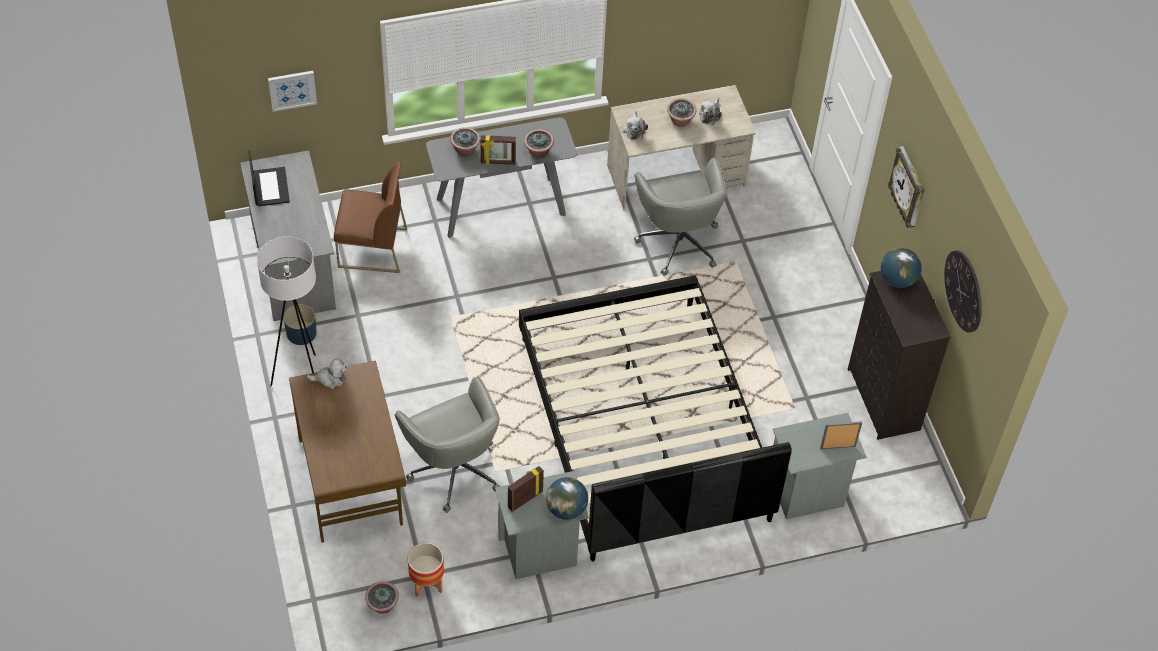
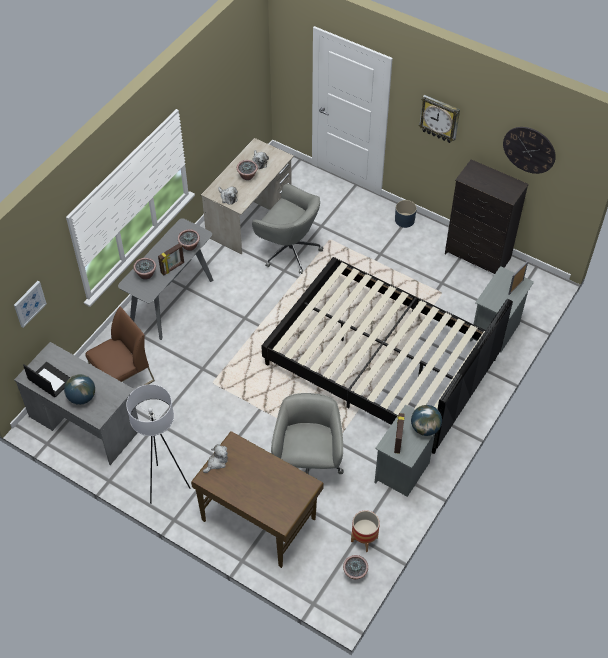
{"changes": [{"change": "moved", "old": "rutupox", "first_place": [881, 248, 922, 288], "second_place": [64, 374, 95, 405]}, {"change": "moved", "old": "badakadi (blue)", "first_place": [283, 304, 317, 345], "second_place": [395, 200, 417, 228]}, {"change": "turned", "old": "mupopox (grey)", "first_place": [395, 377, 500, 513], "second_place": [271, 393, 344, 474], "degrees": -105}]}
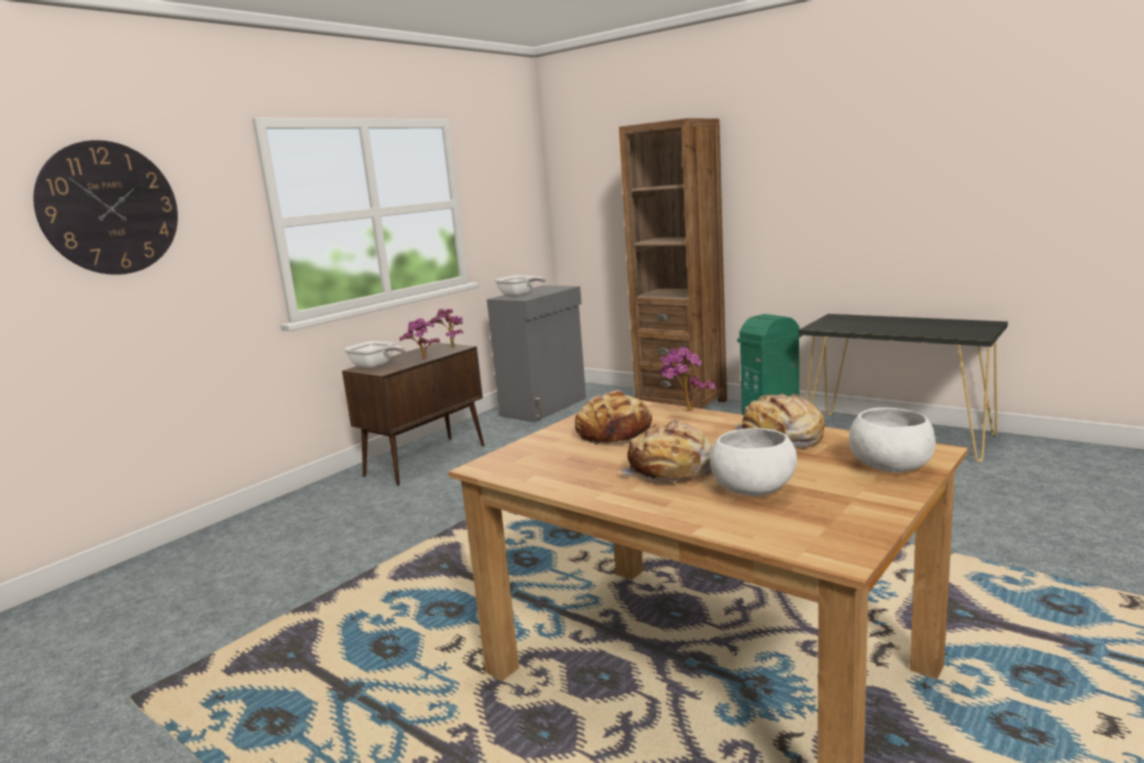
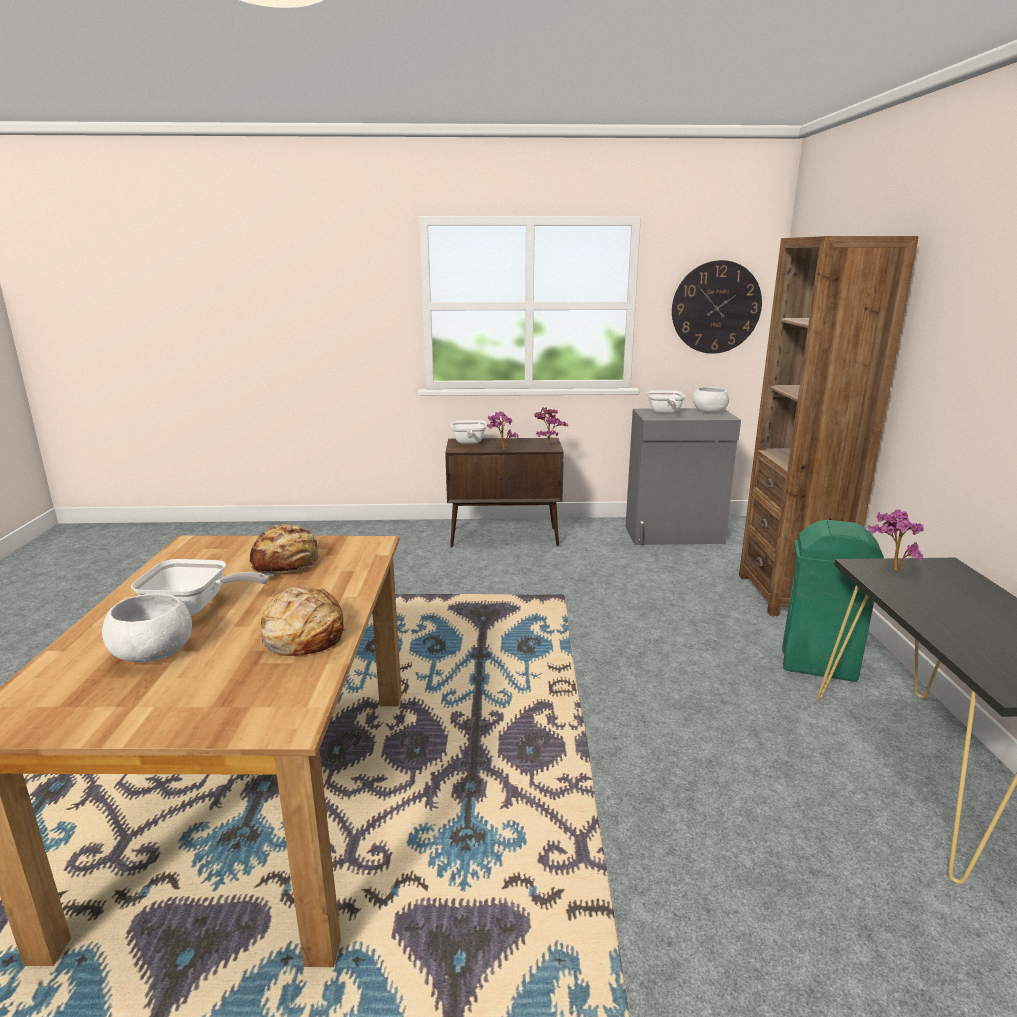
{"changes": [{"change": "moved", "old": "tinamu", "first_place": [33, 140, 178, 275], "second_place": [672, 260, 762, 354]}, {"change": "moved", "old": "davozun", "first_place": [659, 347, 716, 411], "second_place": [868, 509, 924, 571]}, {"change": "moved", "old": "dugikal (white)", "first_place": [849, 407, 936, 473], "second_place": [693, 387, 729, 413]}, {"change": "replaced", "old": "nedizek", "new": "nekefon", "first_place": [618, 420, 714, 483], "second_place": [131, 559, 269, 615]}]}
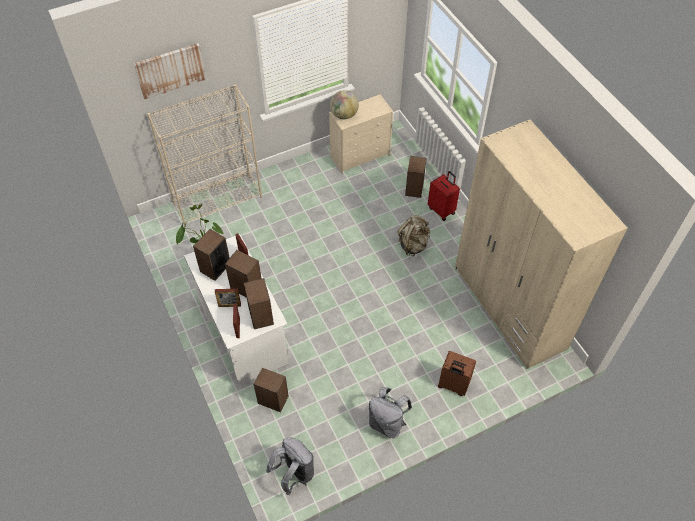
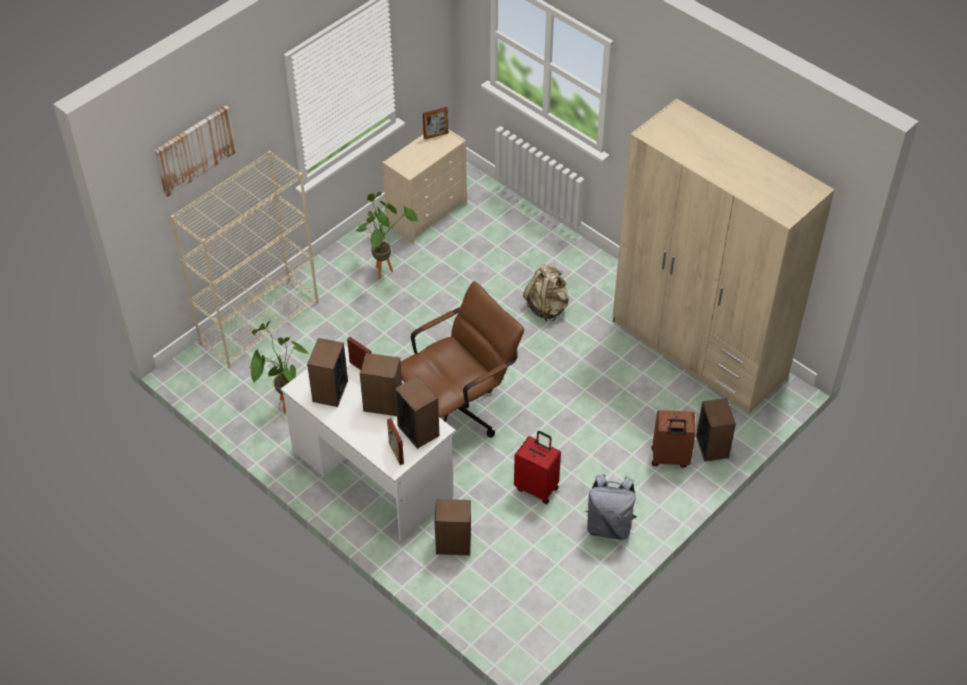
{"changes": [{"change": "removed", "old": "rutupox", "first_place": [330, 90, 359, 119]}, {"change": "moved", "old": "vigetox", "first_place": [405, 156, 427, 198], "second_place": [696, 398, 736, 462]}, {"change": "moved", "old": "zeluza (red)", "first_place": [428, 171, 460, 221], "second_place": [514, 431, 561, 504]}, {"change": "moved", "old": "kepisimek", "first_place": [215, 289, 241, 307], "second_place": [423, 107, 448, 139]}, {"change": "removed", "old": "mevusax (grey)", "first_place": [266, 437, 314, 495]}, {"change": "added", "new": "davozun", "second_place": [355, 192, 418, 280]}, {"change": "added", "new": "mupopox (brown)", "second_place": [400, 281, 524, 438]}]}
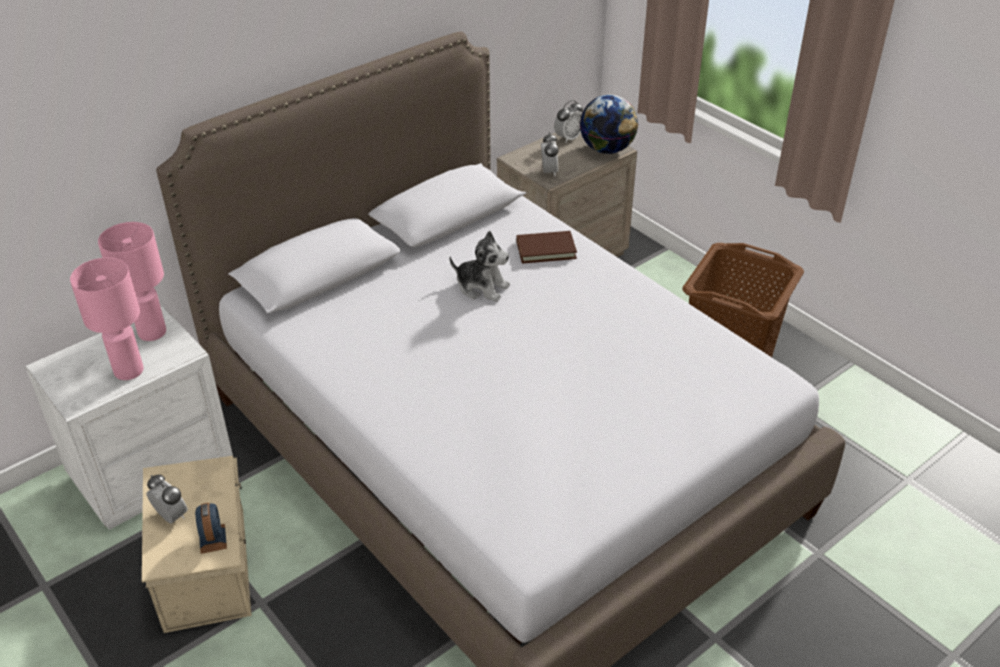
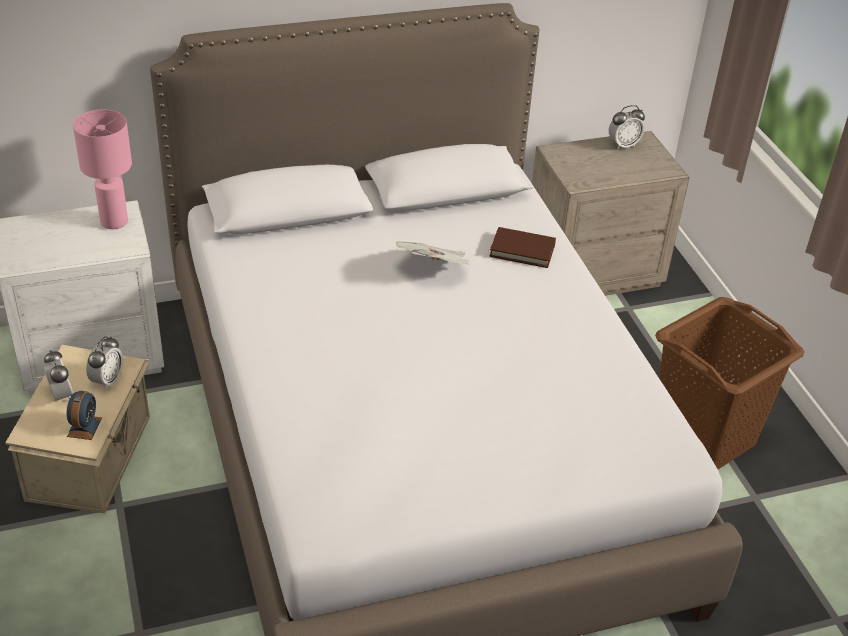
{"changes": [{"change": "removed", "old": "rutupox", "first_place": [580, 95, 638, 154]}, {"change": "moved", "old": "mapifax", "first_place": [541, 132, 559, 177], "second_place": [86, 336, 123, 390]}, {"change": "replaced", "old": "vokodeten", "new": "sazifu", "first_place": [449, 231, 510, 302], "second_place": [396, 241, 469, 265]}, {"change": "removed", "old": "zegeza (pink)", "first_place": [70, 258, 144, 380]}]}
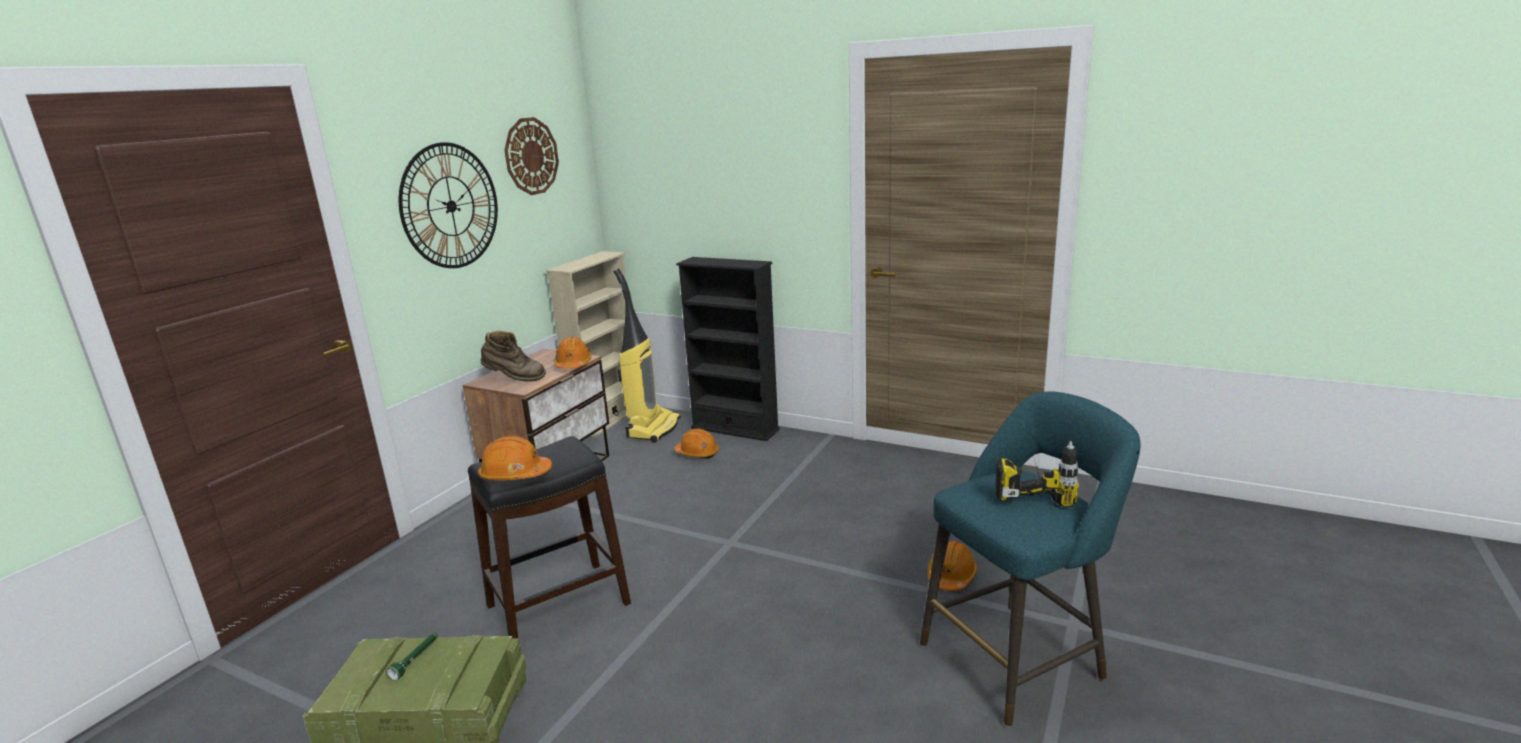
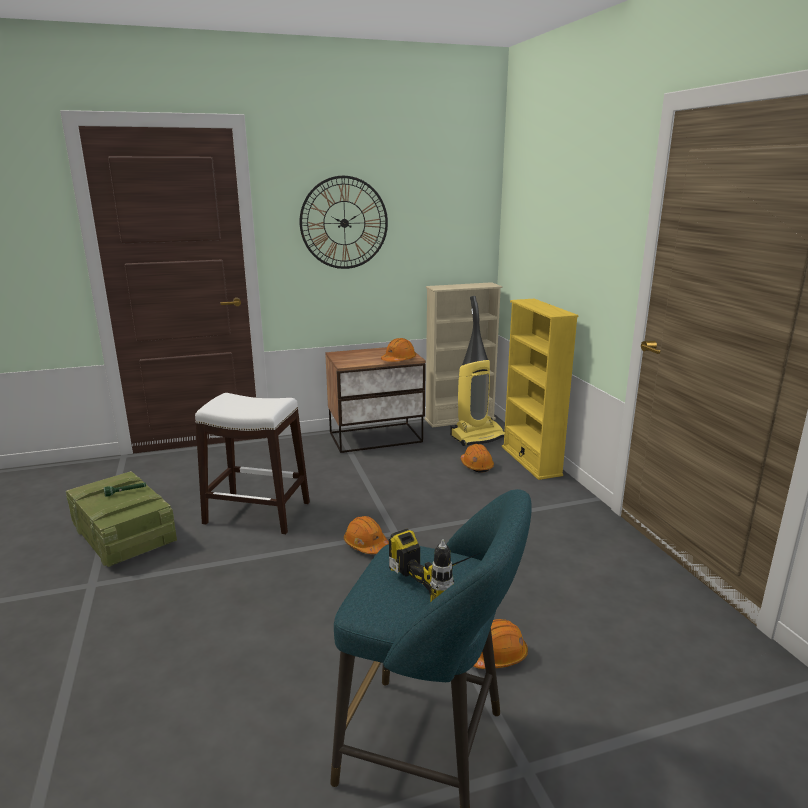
{"changes": [{"change": "removed", "old": "tinamu", "first_place": [504, 117, 559, 195]}, {"change": "recoloured", "old": "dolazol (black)", "new": "dolazol (yellow)", "first_place": [676, 257, 780, 441], "second_place": [502, 299, 578, 480]}, {"change": "removed", "old": "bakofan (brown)", "first_place": [480, 331, 546, 382]}, {"change": "recoloured", "old": "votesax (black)", "new": "votesax (white)", "first_place": [468, 436, 631, 639], "second_place": [195, 393, 310, 534]}, {"change": "moved", "old": "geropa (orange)", "first_place": [478, 436, 552, 480], "second_place": [344, 516, 389, 554]}]}
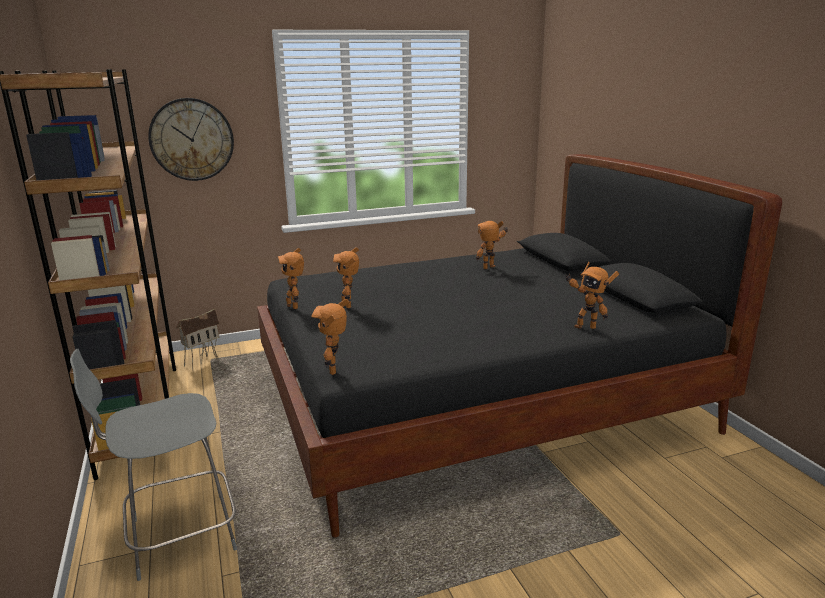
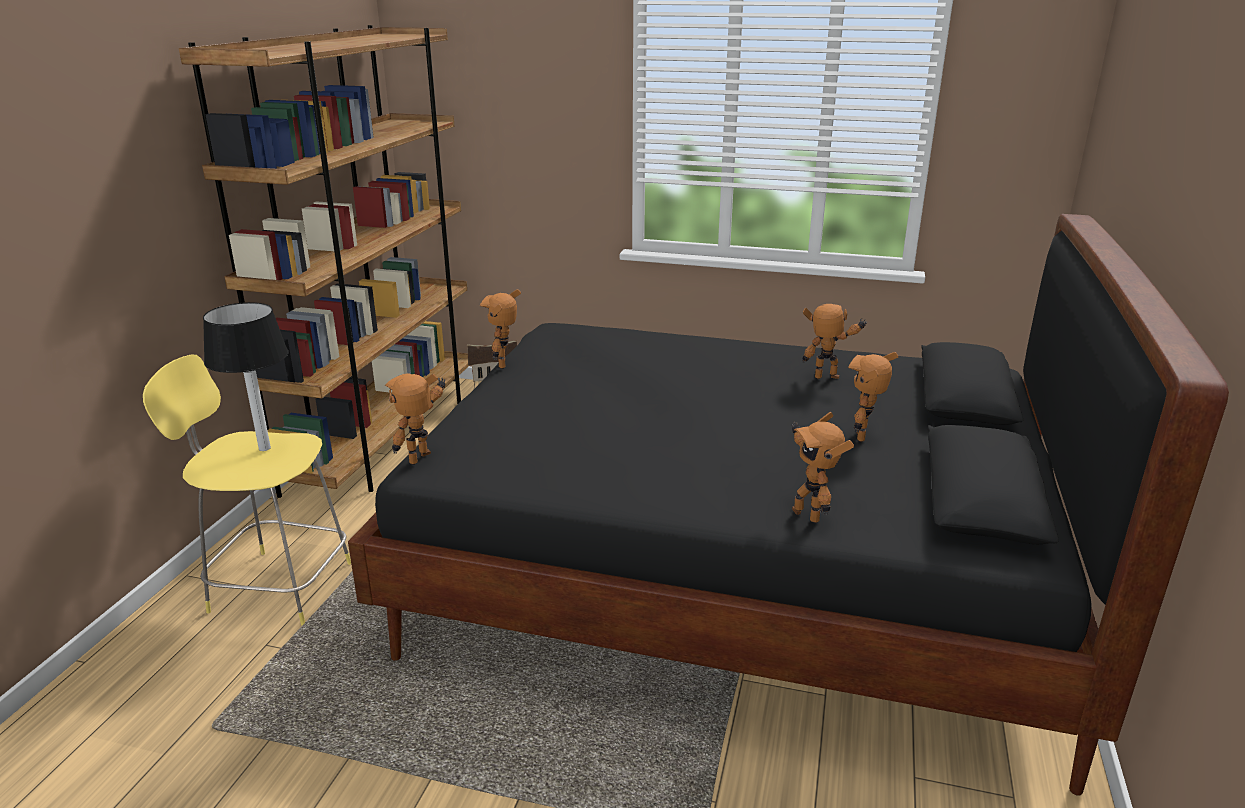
{"changes": [{"change": "removed", "old": "tinamu", "first_place": [148, 98, 234, 181]}, {"change": "moved", "old": "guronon", "first_place": [333, 247, 359, 309], "second_place": [848, 352, 898, 442]}, {"change": "recoloured", "old": "votesax (grey)", "new": "votesax (yellow)", "first_place": [70, 349, 237, 581], "second_place": [143, 355, 351, 625]}, {"change": "added", "new": "zegeza", "second_place": [203, 302, 288, 451]}]}
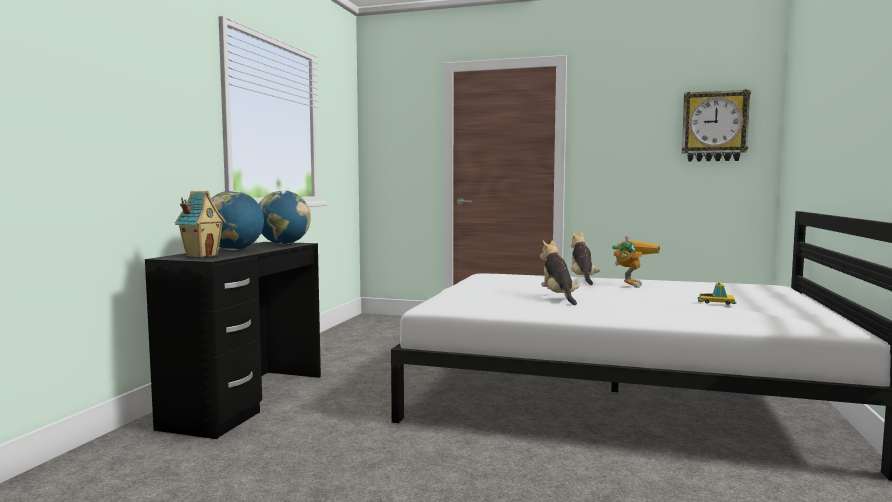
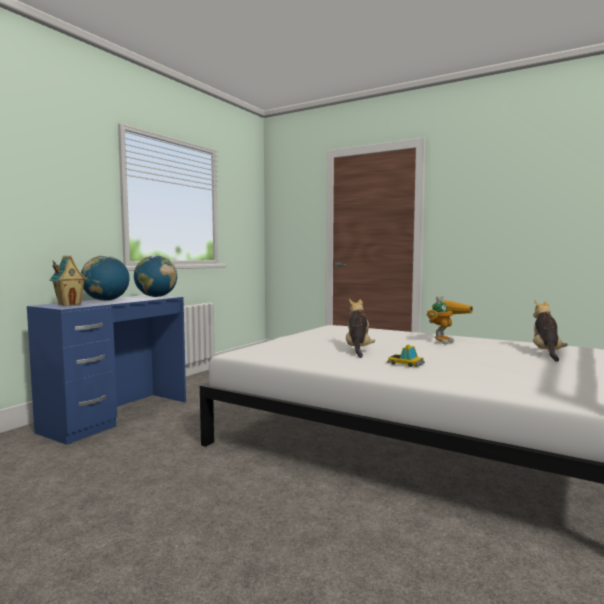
{"changes": [{"change": "removed", "old": "tinamu", "first_place": [682, 89, 751, 162]}, {"change": "moved", "old": "vokodeten", "first_place": [571, 232, 600, 285], "second_place": [533, 301, 568, 362]}, {"change": "recoloured", "old": "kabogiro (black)", "new": "kabogiro (blue)", "first_place": [145, 242, 321, 439], "second_place": [27, 295, 186, 445]}, {"change": "moved", "old": "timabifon", "first_place": [697, 282, 736, 305], "second_place": [387, 344, 425, 367]}]}
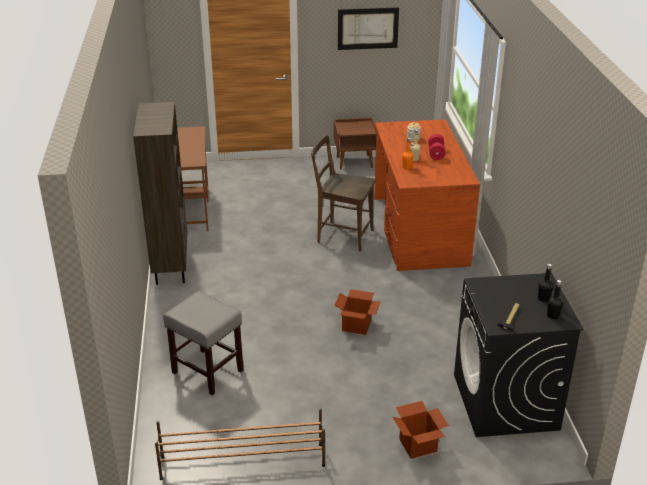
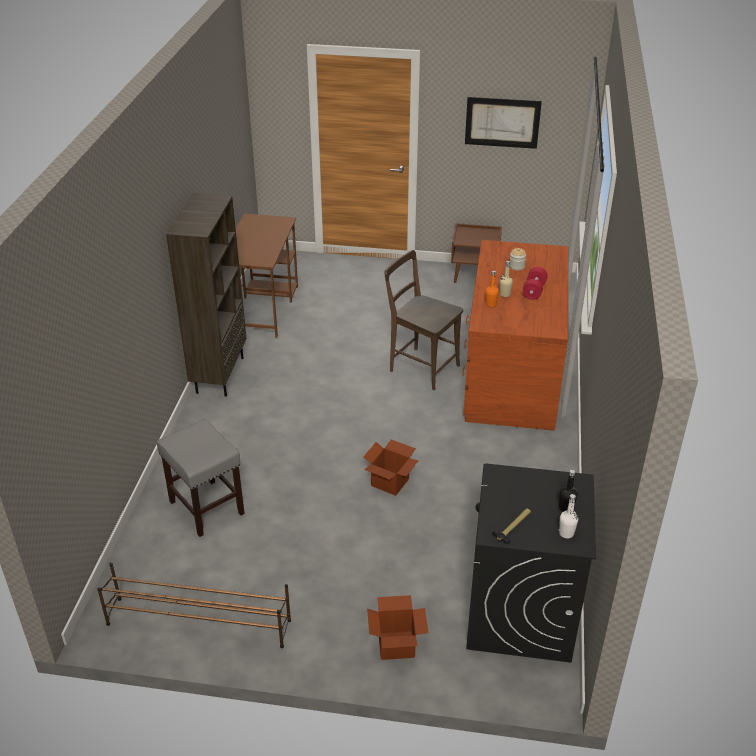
{"changes": [{"change": "recoloured", "old": "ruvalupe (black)", "new": "ruvalupe (white)", "first_place": [547, 280, 563, 319], "second_place": [559, 494, 578, 538]}]}
